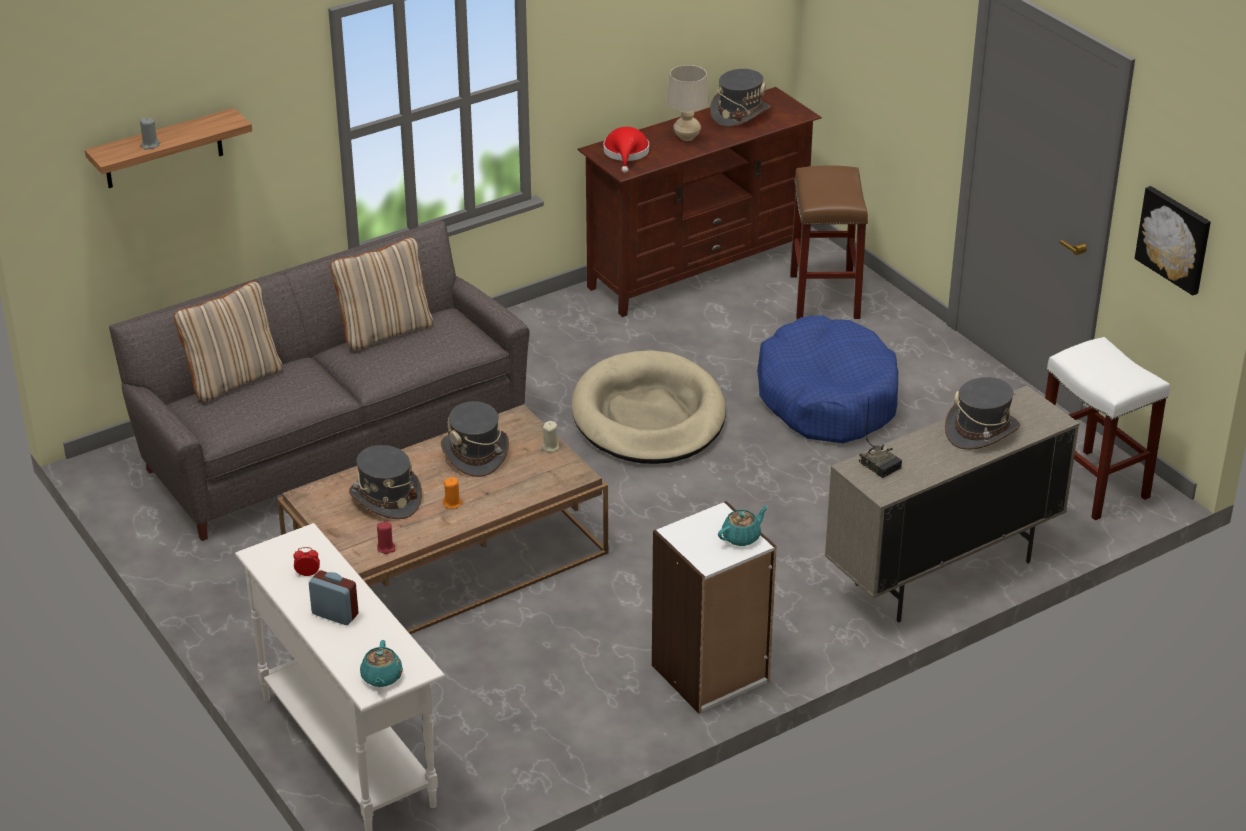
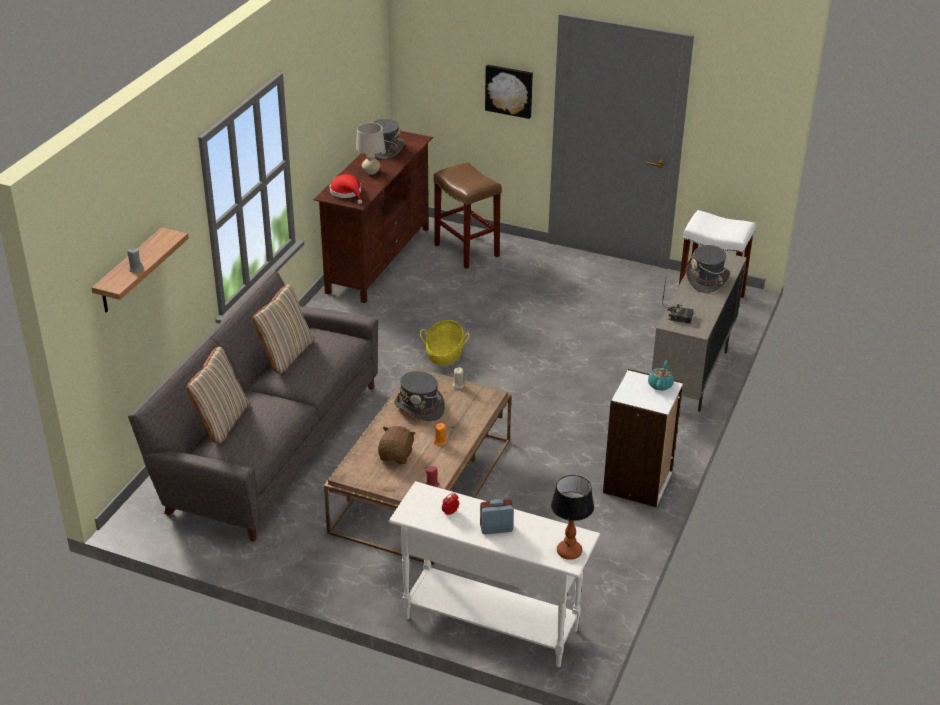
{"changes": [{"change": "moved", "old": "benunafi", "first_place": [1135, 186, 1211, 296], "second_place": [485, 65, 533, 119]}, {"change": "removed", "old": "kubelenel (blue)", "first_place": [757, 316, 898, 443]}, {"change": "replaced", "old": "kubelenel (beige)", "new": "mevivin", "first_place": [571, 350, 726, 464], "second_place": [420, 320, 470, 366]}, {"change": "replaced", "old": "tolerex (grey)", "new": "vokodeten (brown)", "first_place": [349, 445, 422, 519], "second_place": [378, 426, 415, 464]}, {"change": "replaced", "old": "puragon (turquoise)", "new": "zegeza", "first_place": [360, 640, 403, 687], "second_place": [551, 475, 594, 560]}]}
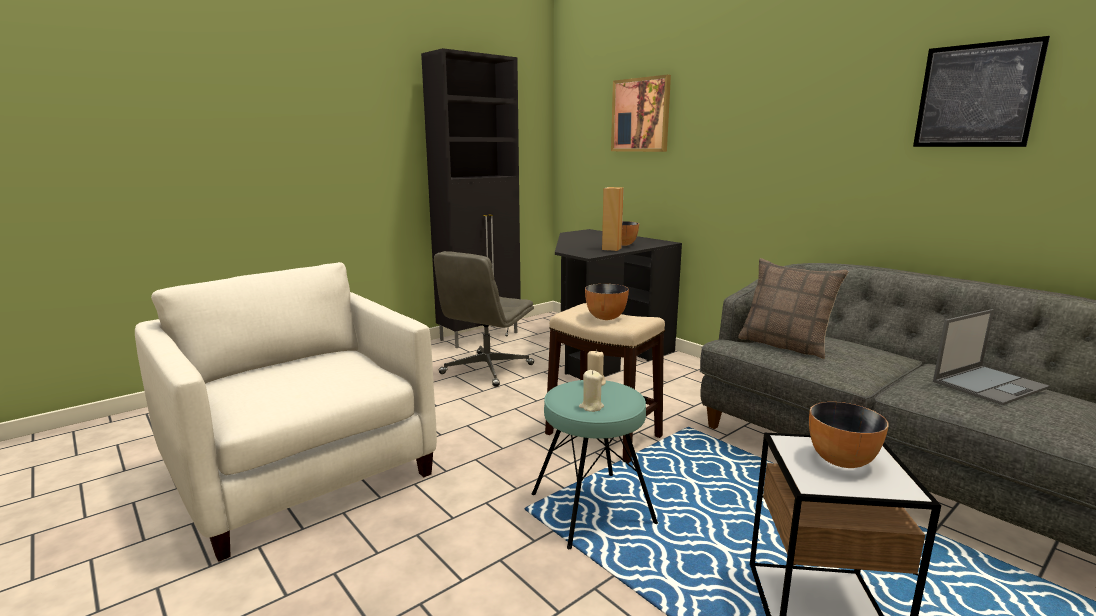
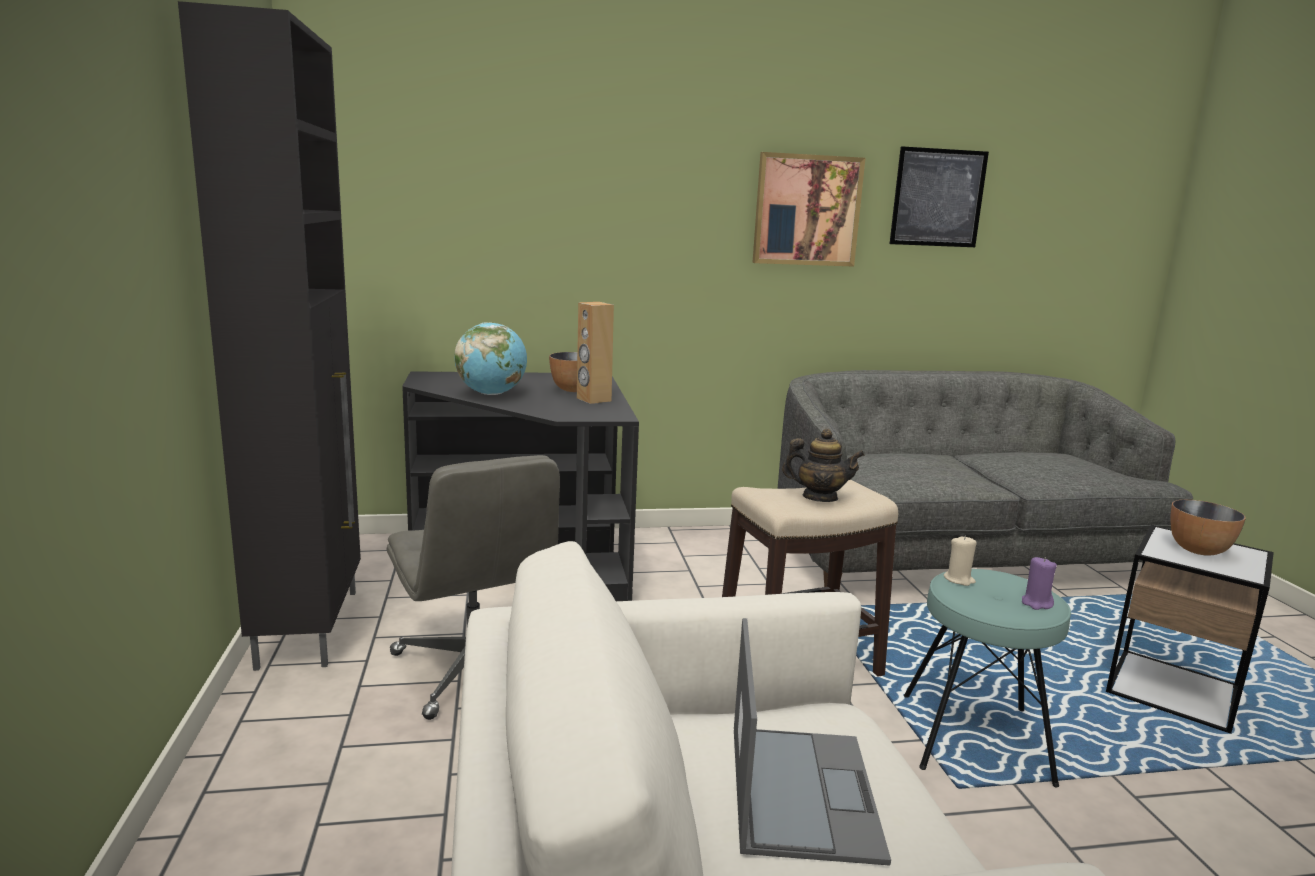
{"changes": [{"change": "moved", "old": "benunafi", "first_place": [611, 75, 671, 152], "second_place": [752, 152, 865, 267]}, {"change": "removed", "old": "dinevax", "first_place": [738, 258, 848, 359]}, {"change": "replaced", "old": "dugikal", "new": "puragon", "first_place": [585, 284, 629, 320], "second_place": [782, 429, 865, 502]}, {"change": "moved", "old": "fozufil", "first_place": [933, 309, 1050, 405], "second_place": [734, 618, 891, 866]}, {"change": "recoloured", "old": "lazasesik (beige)", "new": "lazasesik (purple)", "first_place": [579, 370, 604, 412], "second_place": [1022, 557, 1057, 610]}, {"change": "added", "new": "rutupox", "second_place": [454, 322, 527, 395]}]}
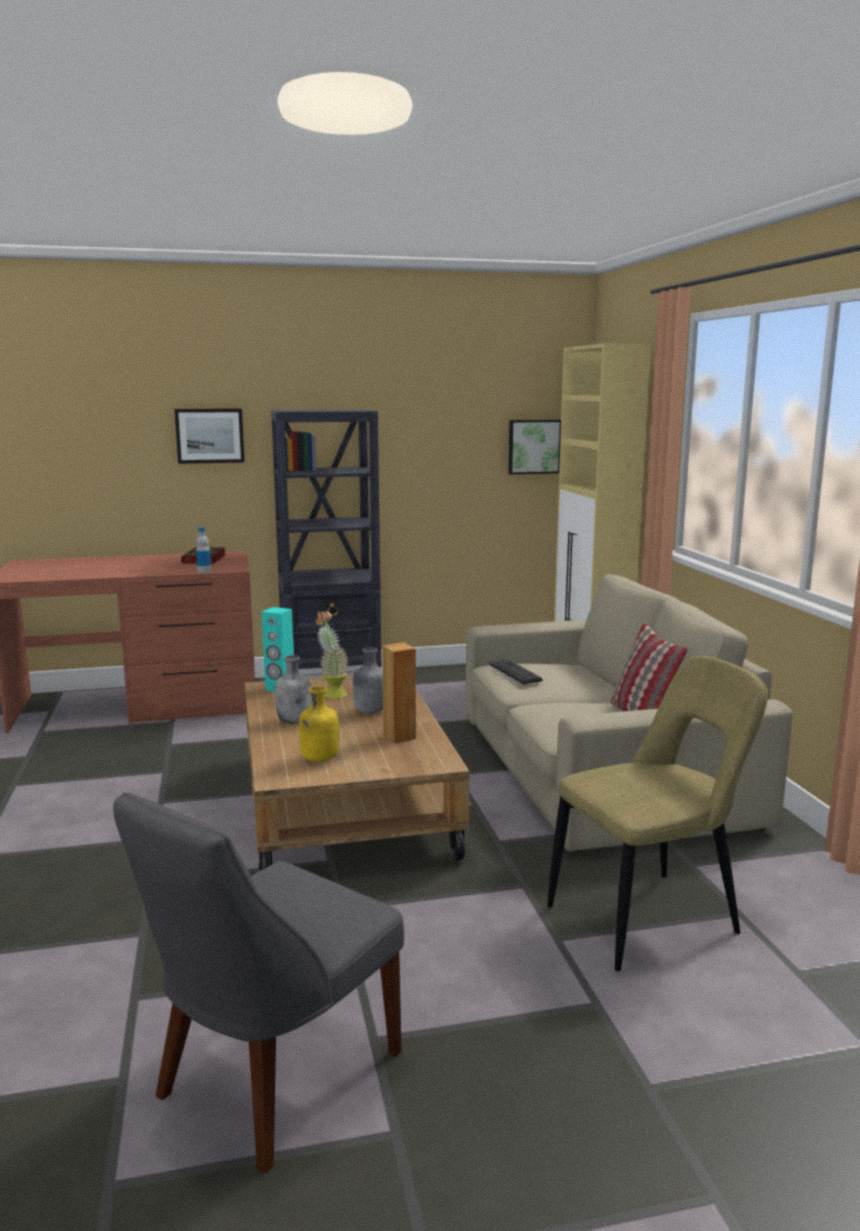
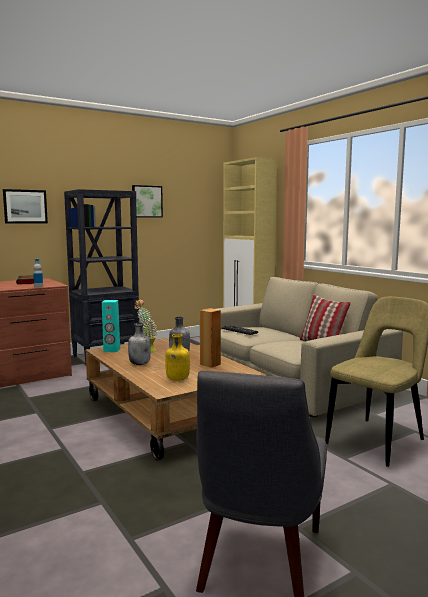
{"changes": [{"change": "moved", "old": "benunafi", "first_place": [508, 420, 561, 474], "second_place": [132, 185, 163, 218]}]}
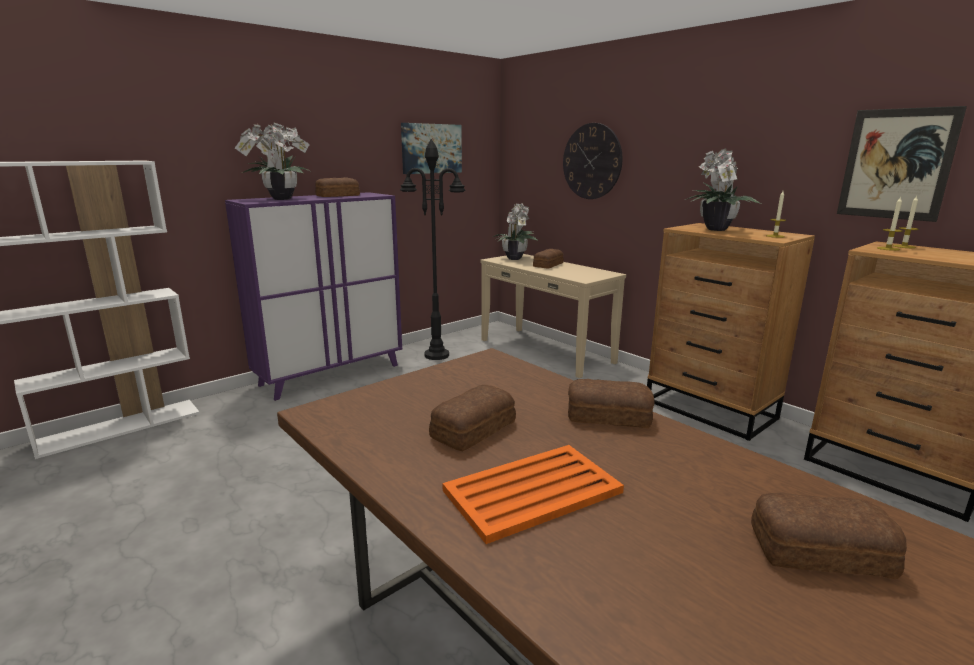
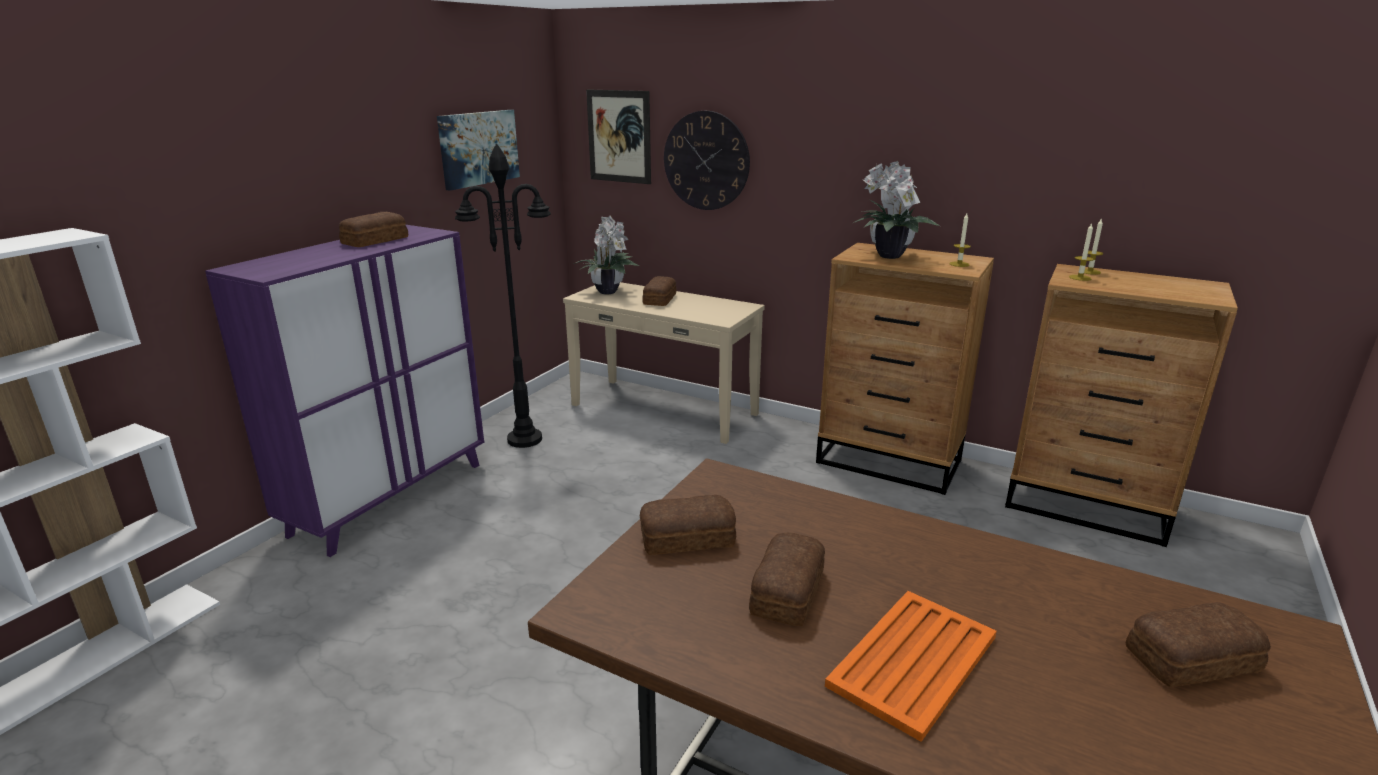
{"changes": [{"change": "moved", "old": "benunafi", "first_place": [837, 106, 967, 222], "second_place": [586, 89, 651, 184]}, {"change": "removed", "old": "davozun", "first_place": [235, 122, 312, 200]}, {"change": "moved", "old": "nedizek", "first_place": [568, 379, 654, 428], "second_place": [640, 495, 736, 555]}]}
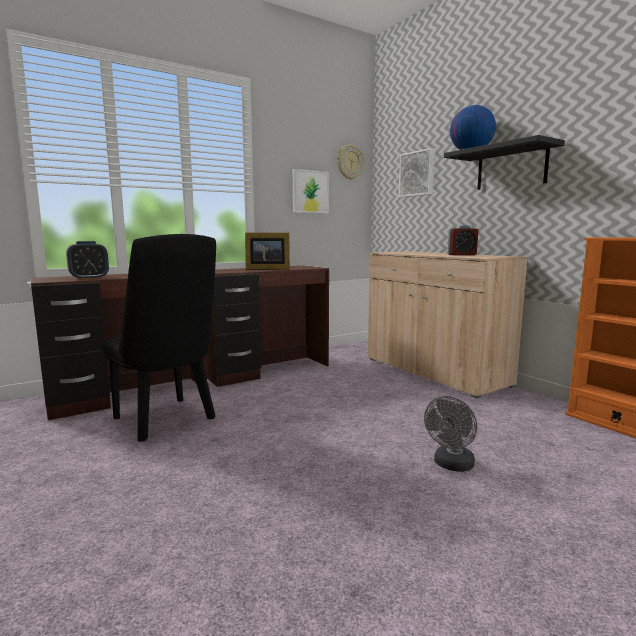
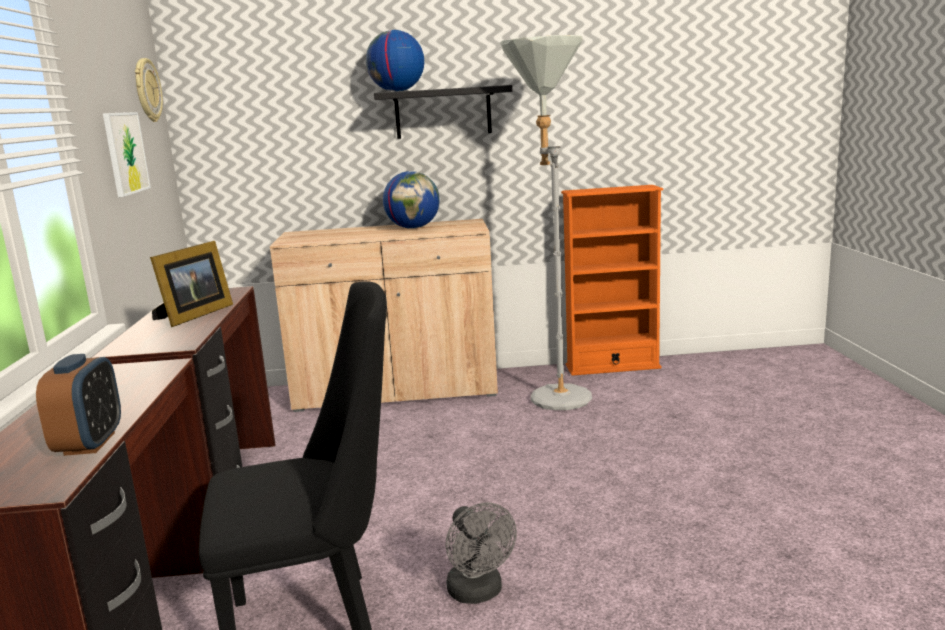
{"changes": [{"change": "removed", "old": "benunafi", "first_place": [399, 148, 435, 197]}, {"change": "replaced", "old": "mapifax", "new": "rutupox", "first_place": [448, 225, 478, 255], "second_place": [383, 171, 439, 229]}, {"change": "moved", "old": "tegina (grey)", "first_place": [424, 396, 477, 472], "second_place": [446, 503, 517, 604]}, {"change": "added", "new": "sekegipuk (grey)", "second_place": [500, 35, 592, 410]}]}
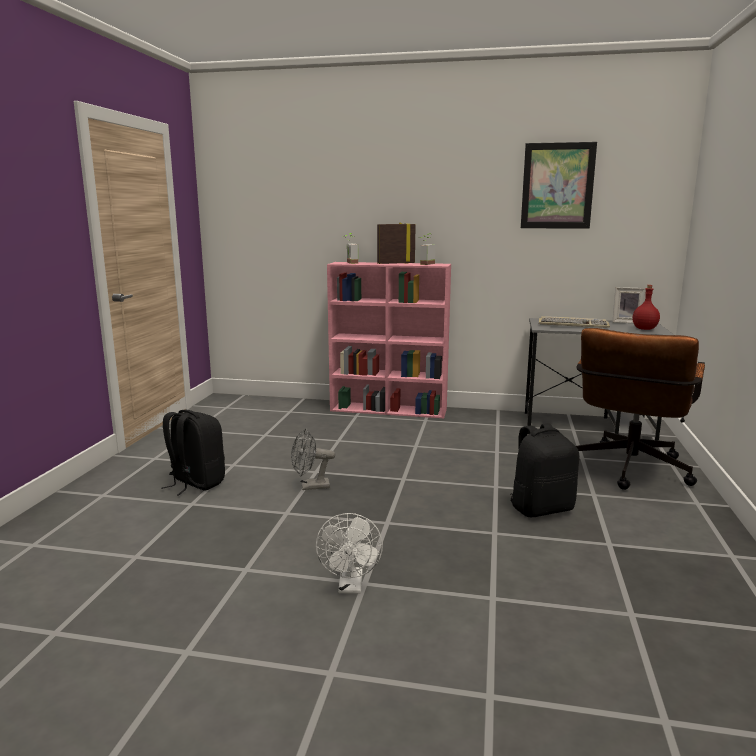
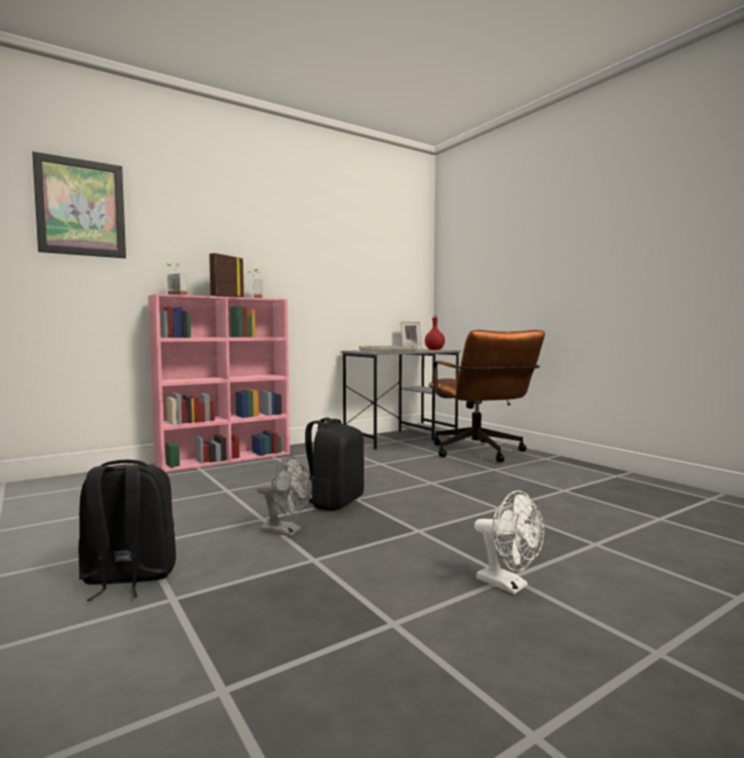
{"changes": [{"change": "moved", "old": "benunafi", "first_place": [521, 142, 597, 229], "second_place": [32, 151, 126, 258]}, {"change": "moved", "old": "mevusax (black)", "first_place": [511, 423, 579, 517], "second_place": [298, 417, 364, 511]}, {"change": "turned", "old": "tegina (grey)", "first_place": [291, 428, 335, 490], "second_place": [257, 456, 311, 536], "degrees": -105}]}
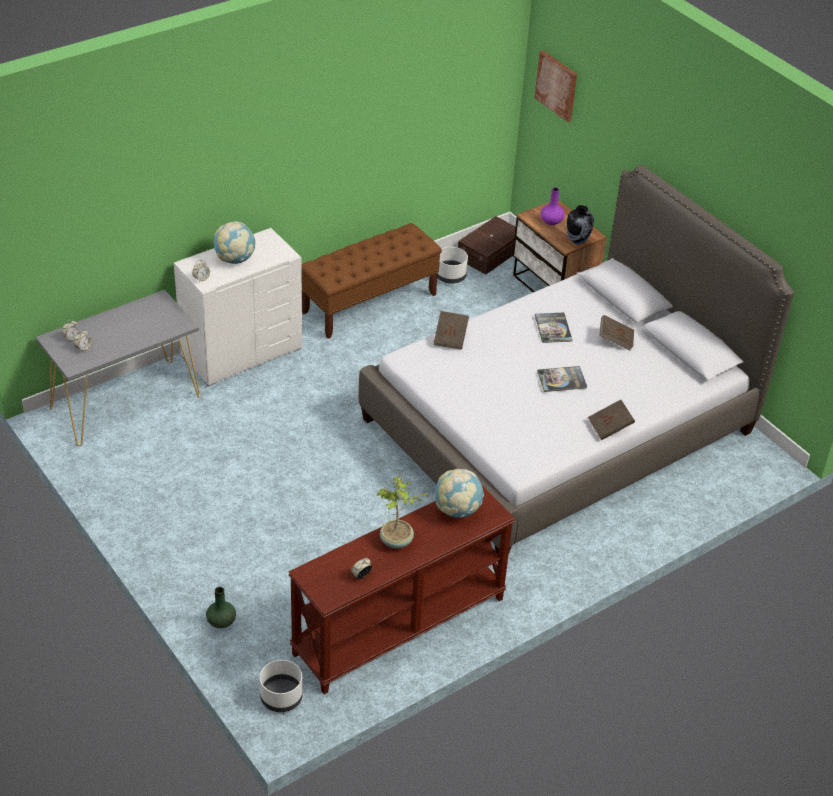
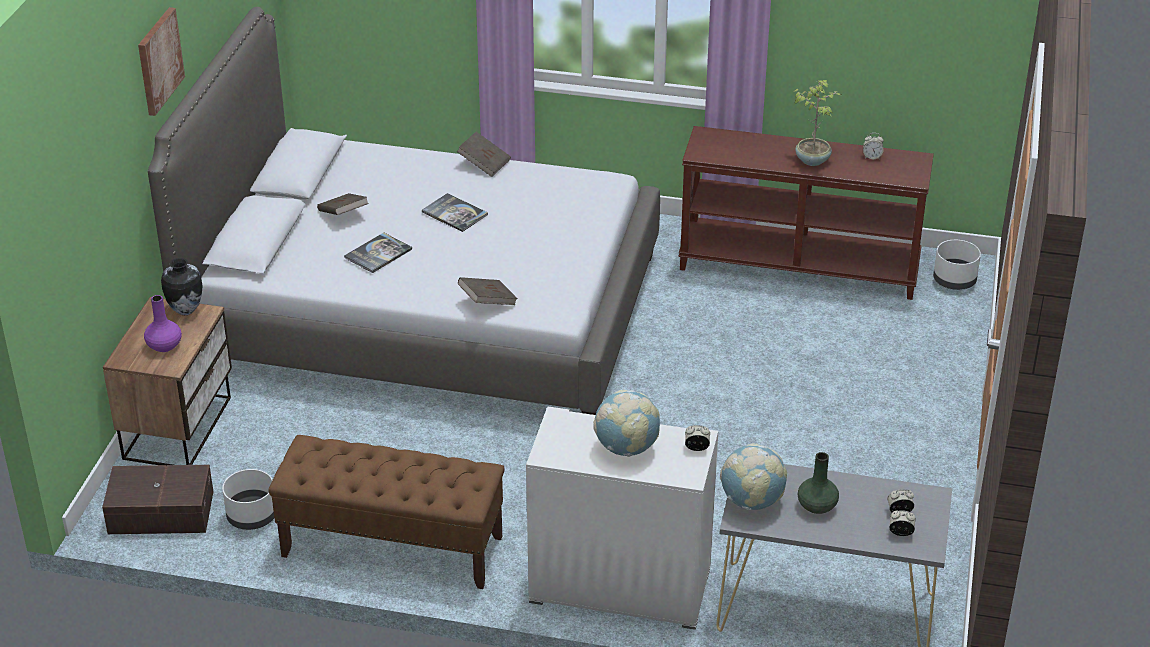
{"changes": [{"change": "moved", "old": "benunafi", "first_place": [535, 51, 577, 122], "second_place": [138, 7, 185, 116]}, {"change": "moved", "old": "rutupox", "first_place": [435, 469, 484, 518], "second_place": [720, 443, 787, 510]}, {"change": "moved", "old": "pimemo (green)", "first_place": [206, 587, 236, 628], "second_place": [798, 452, 839, 514]}]}
